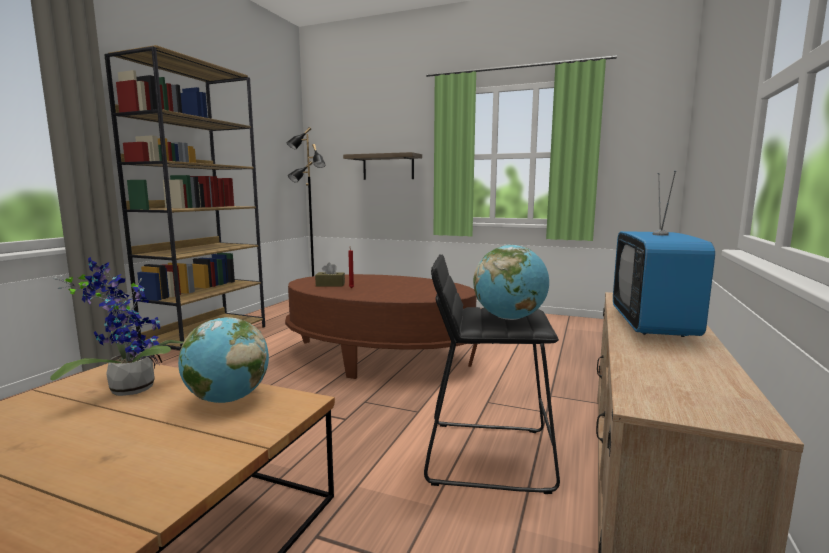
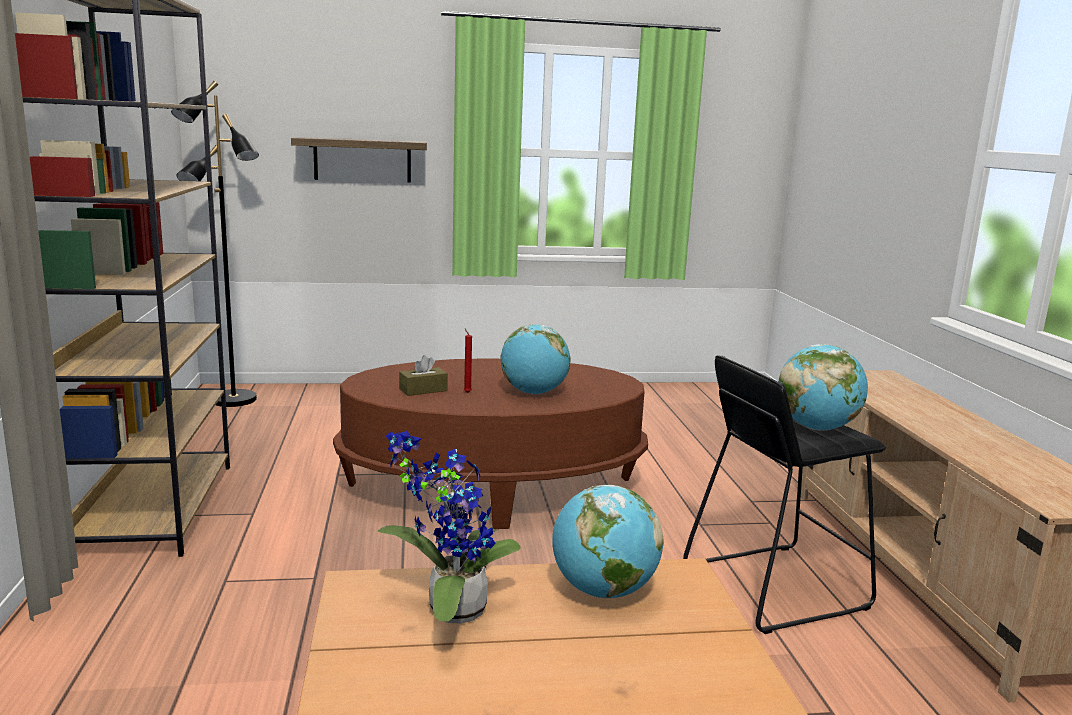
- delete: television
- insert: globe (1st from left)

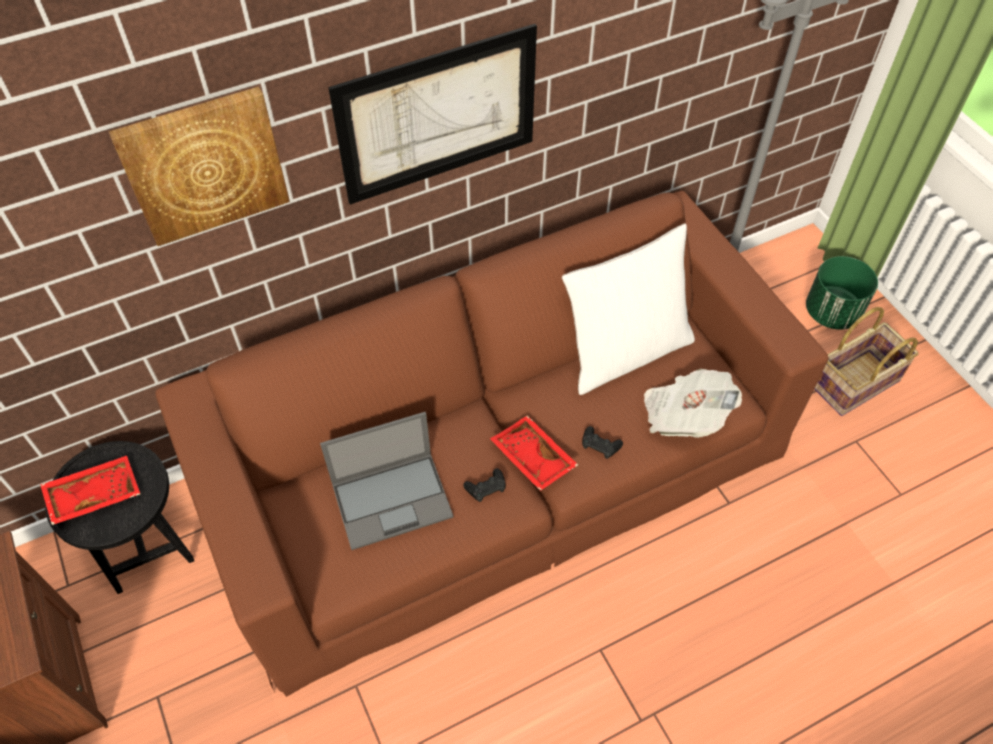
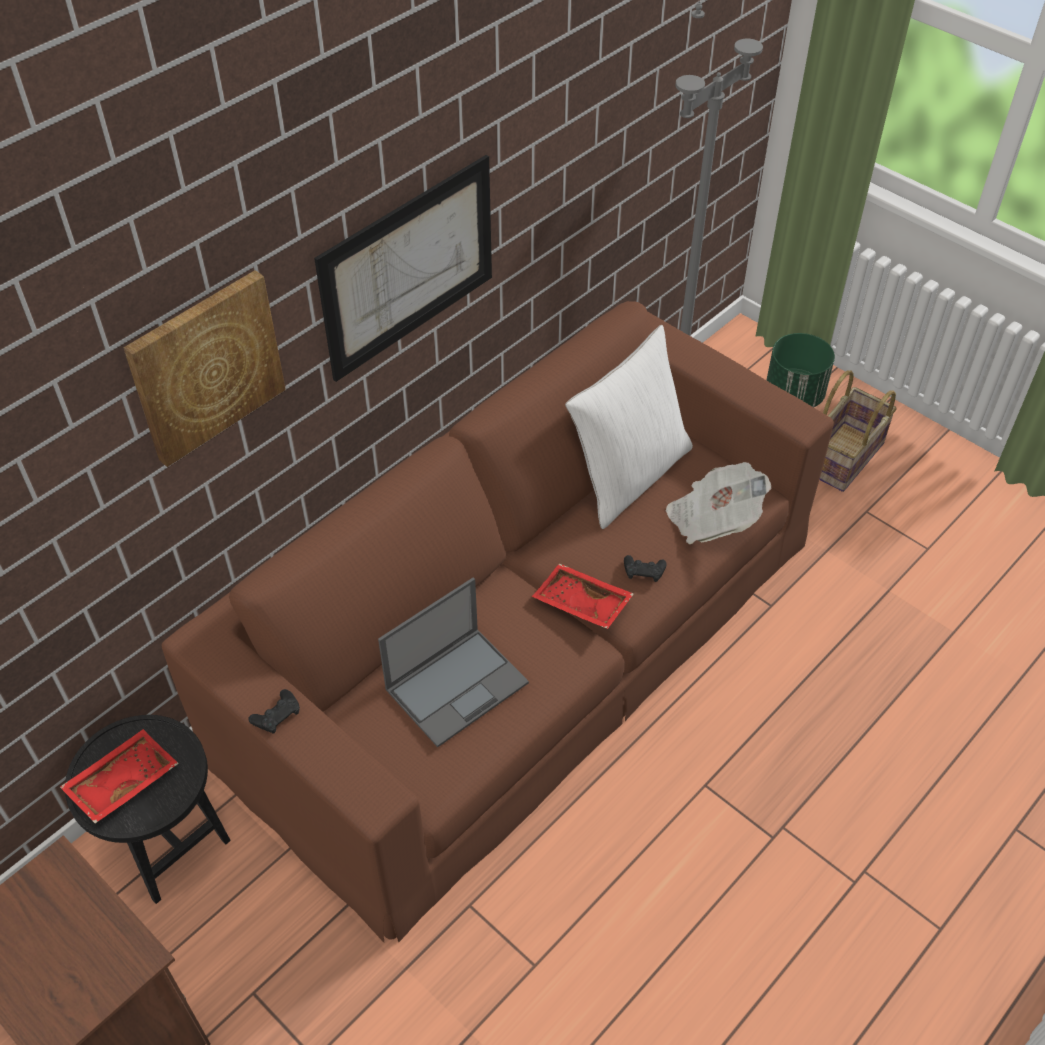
- move: black game controller (1st from left)

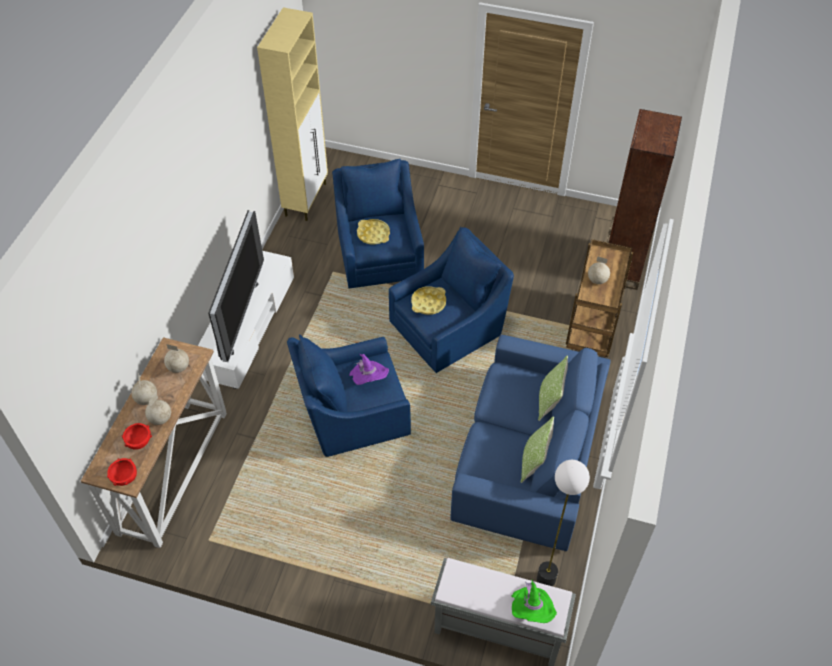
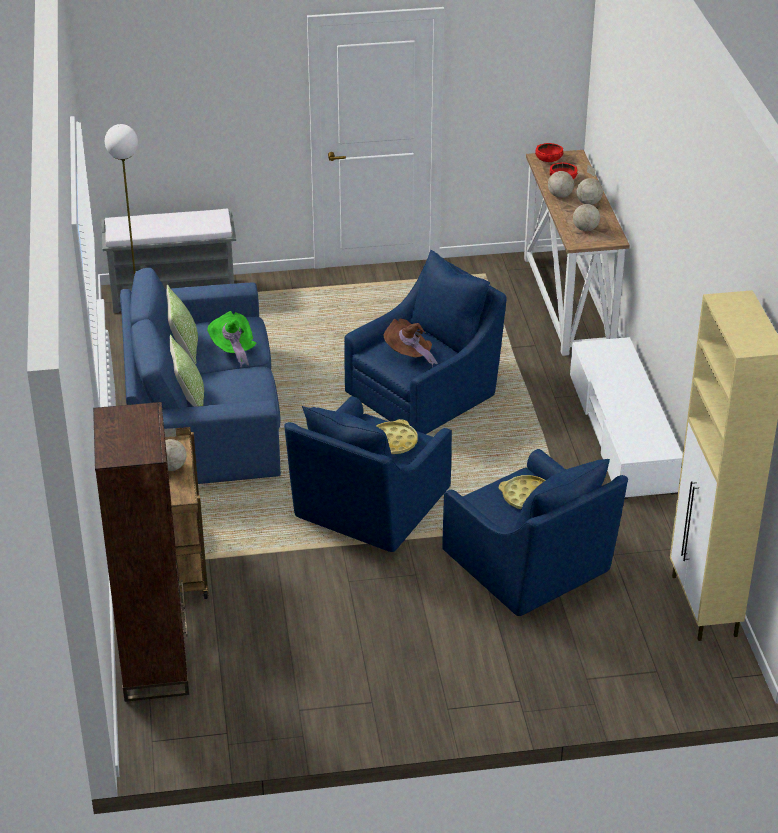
- delete: television
- recolor: purple hat to brown hat
- move: green hat

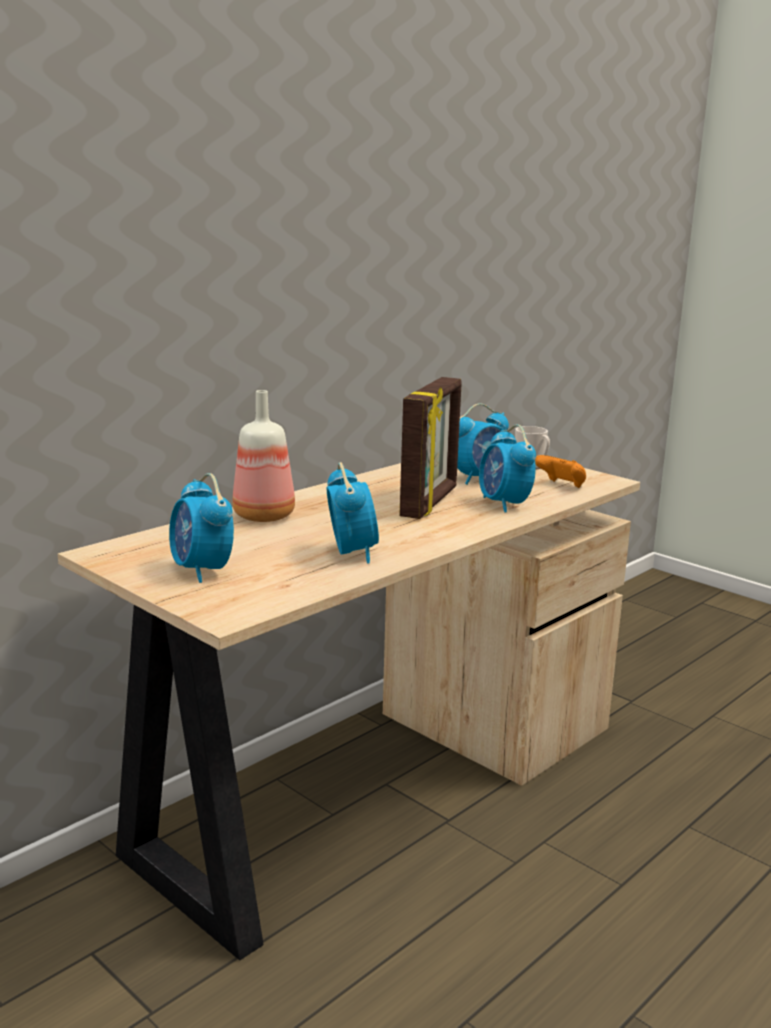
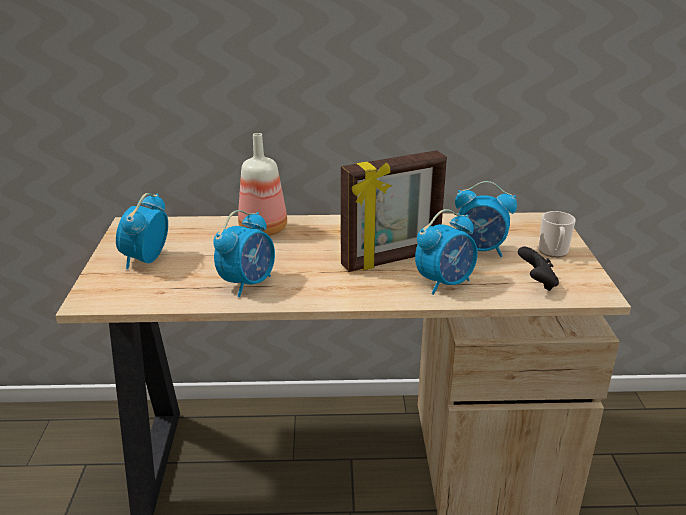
- rotate: alarm clock (4th from left in the first image) 150 degrees counterclockwise
- recolor: orange game controller to black game controller

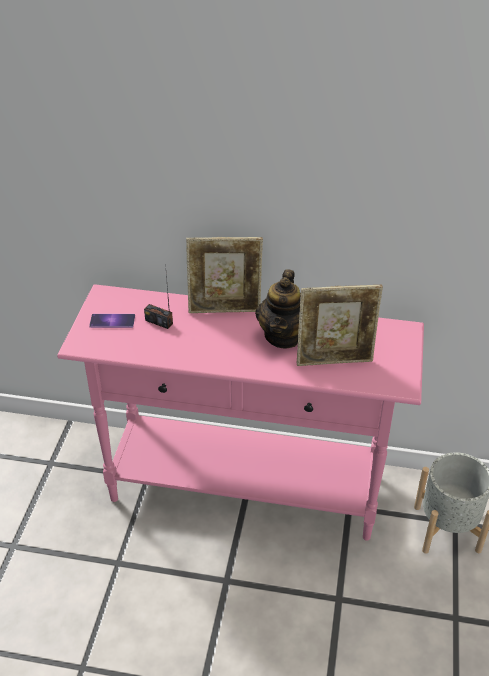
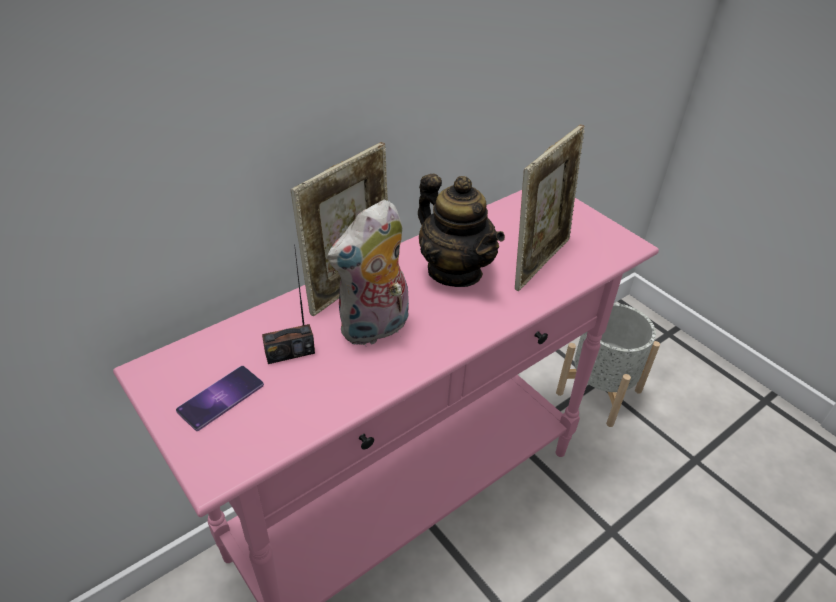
- insert: plush toy

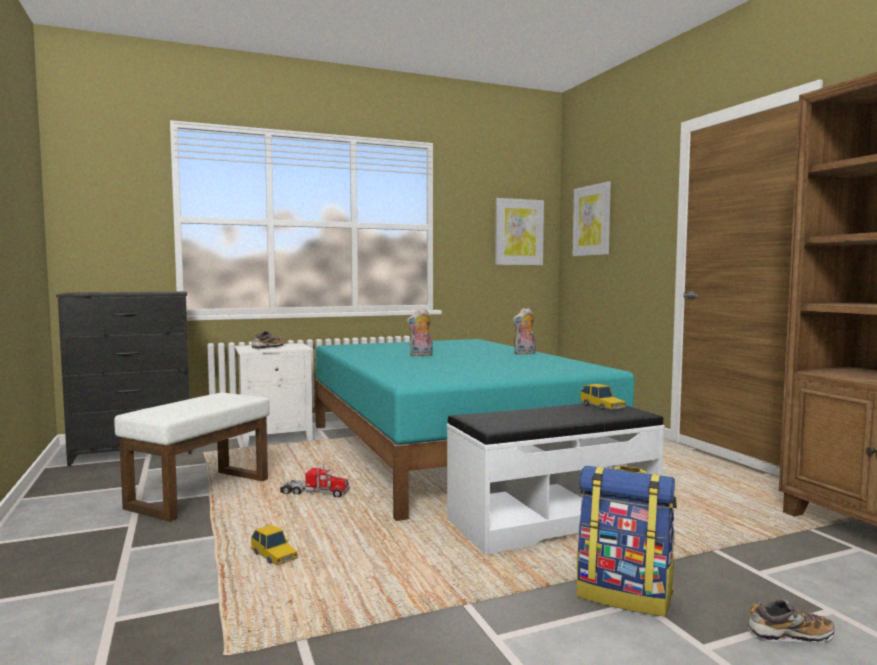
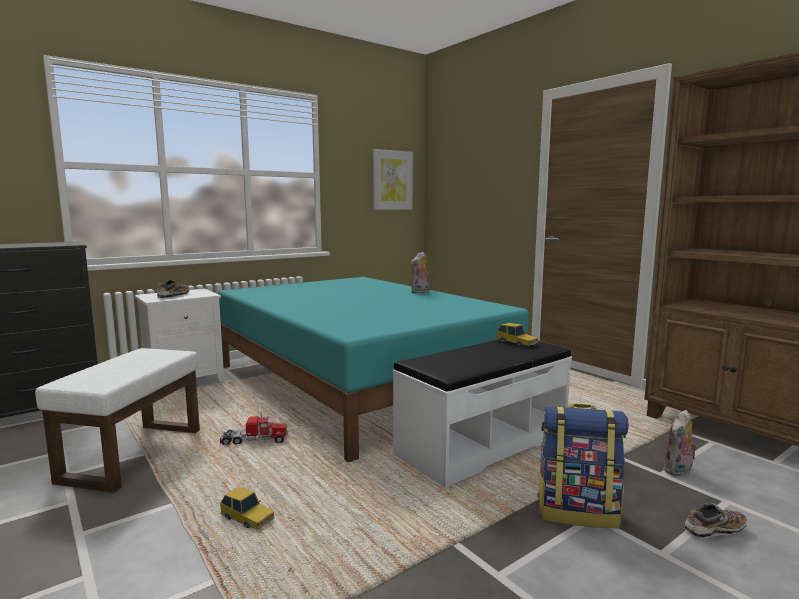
- delete: picture (2nd from left)
- move: plush toy (1st from left in the first image) to plush toy (2nd from left)

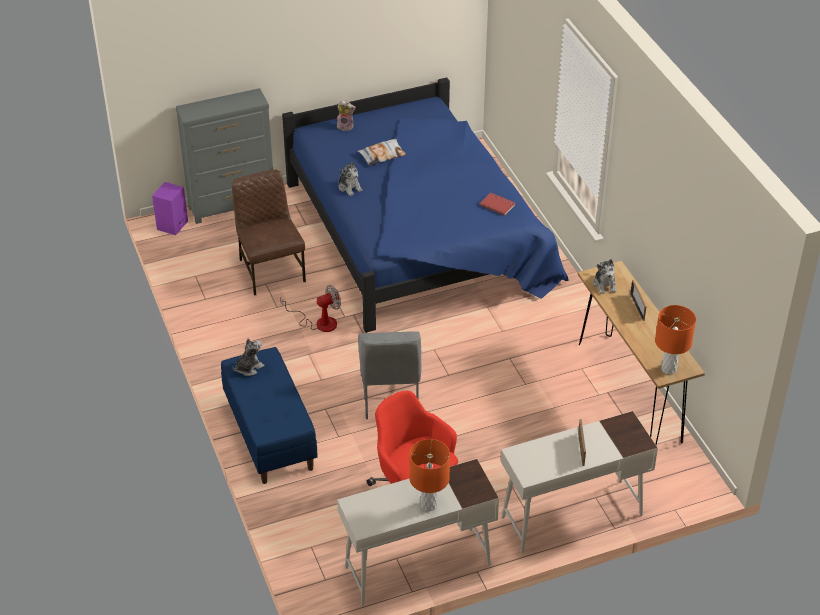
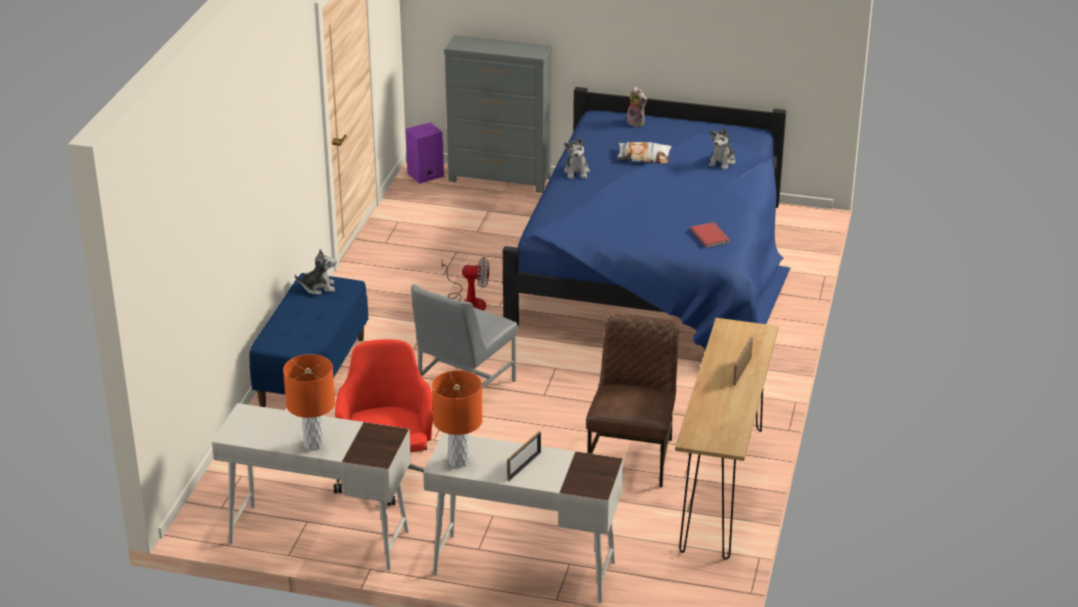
- move: brown chair
- move: plush toy (4th from left)
- move: orange table lamp (2nd from left)

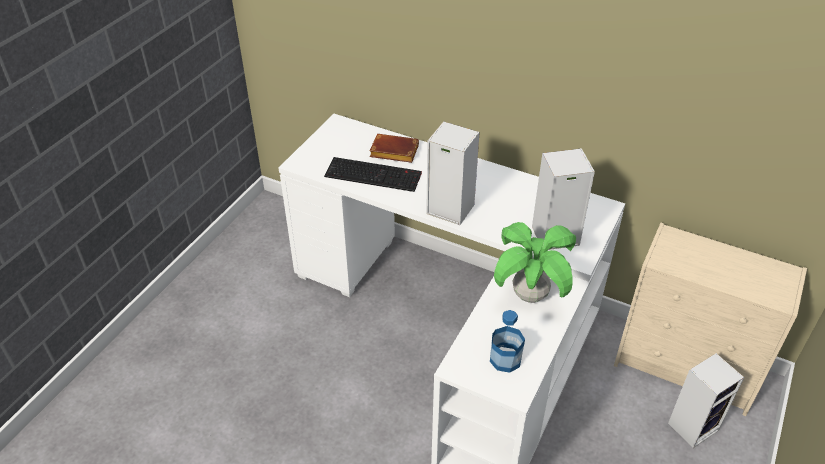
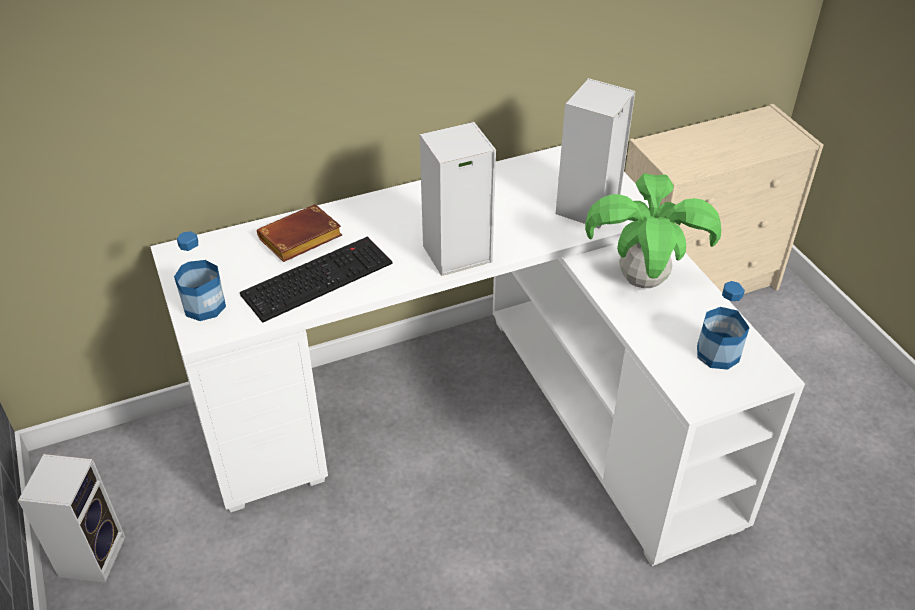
- move: speaker (3rd from left in the first image) to speaker (1st from left)
- insert: bottle (1st from left)

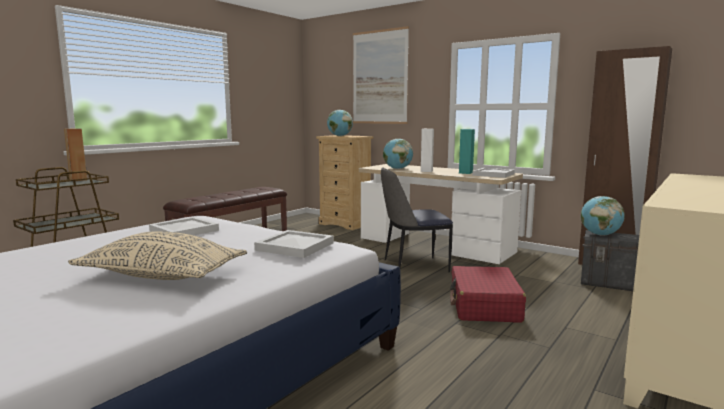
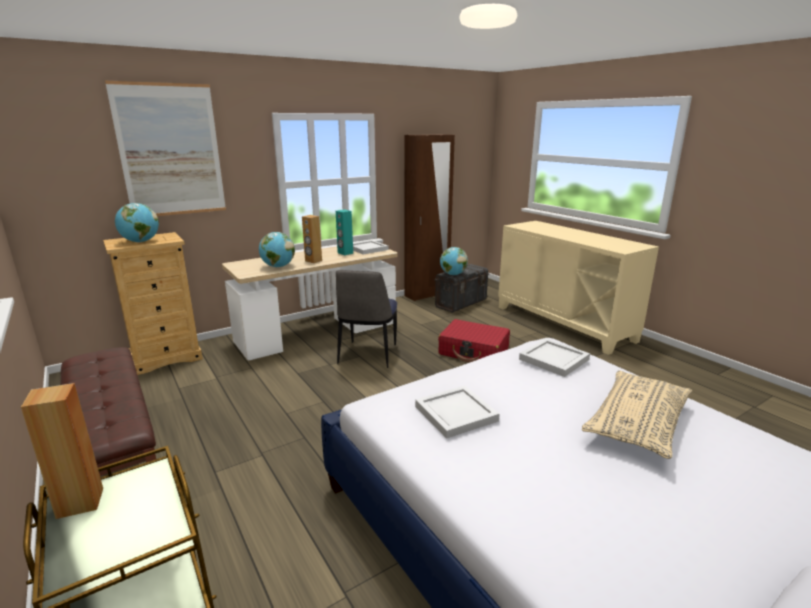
- recolor: white speaker to brown speaker (2nd from left)

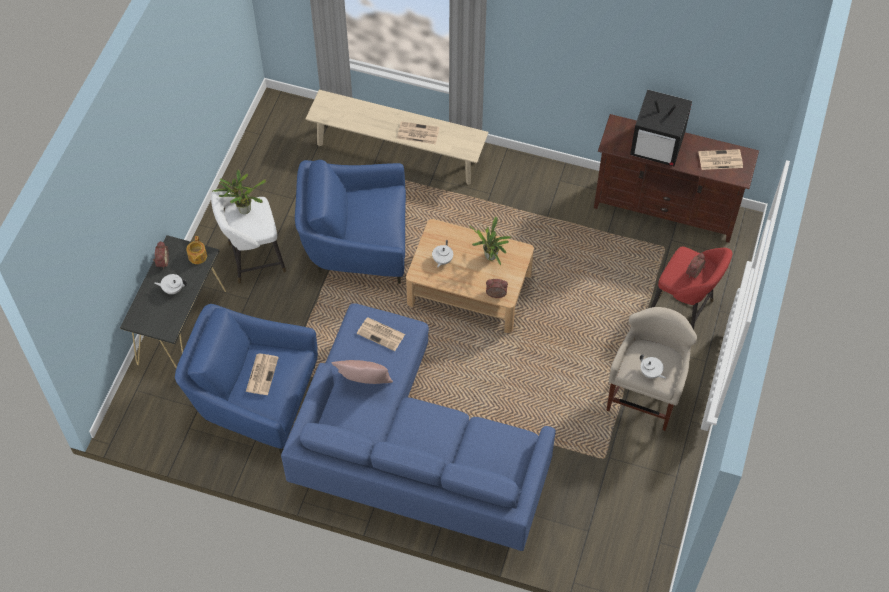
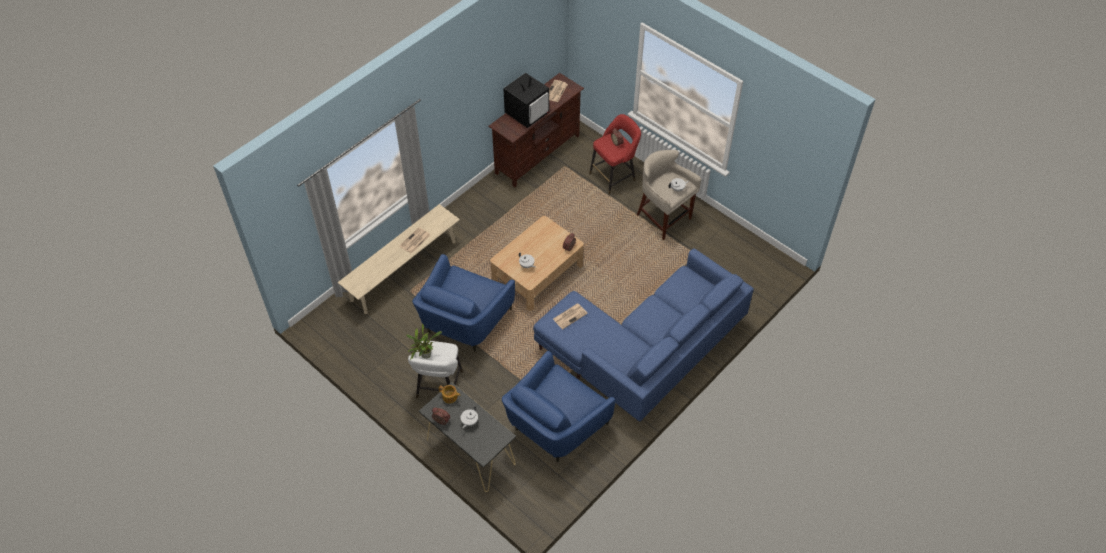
- delete: potted plant (2nd from left)
- delete: newspaper (1st from left)
- delete: pink pillow

